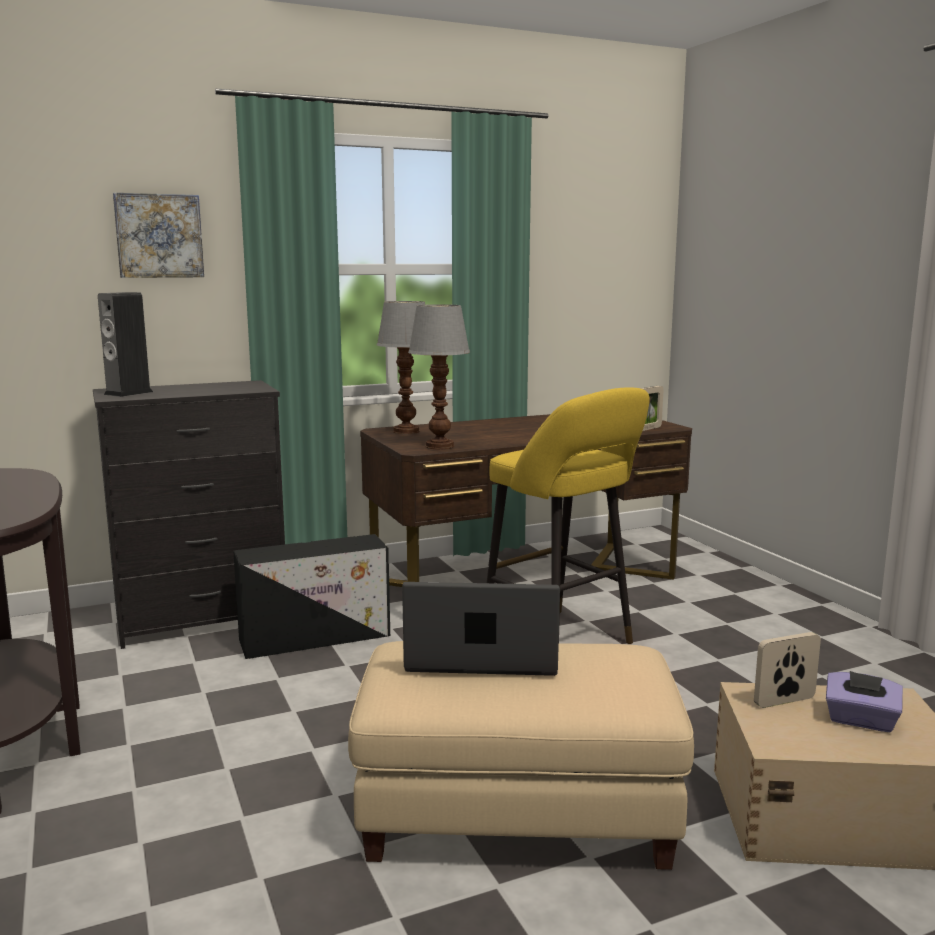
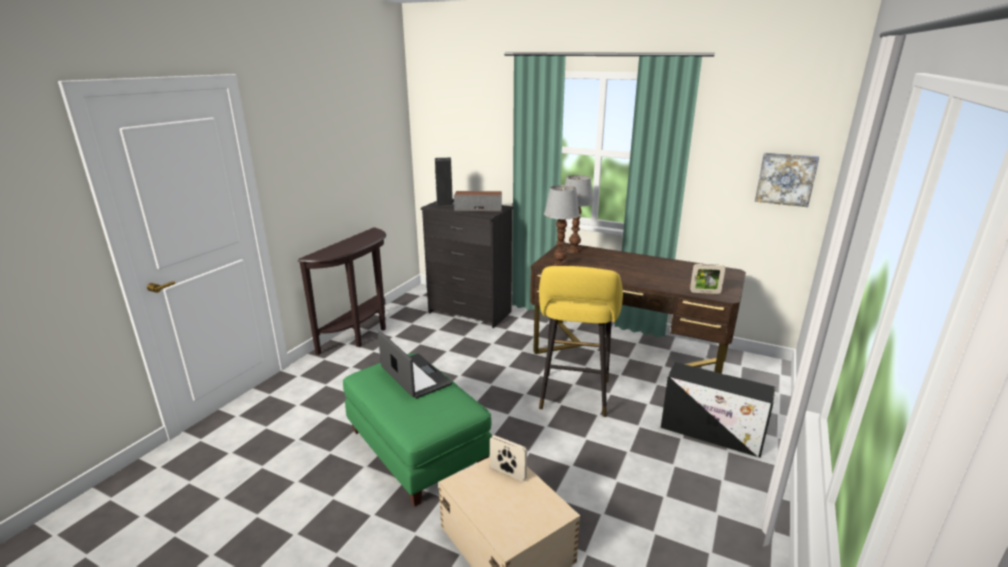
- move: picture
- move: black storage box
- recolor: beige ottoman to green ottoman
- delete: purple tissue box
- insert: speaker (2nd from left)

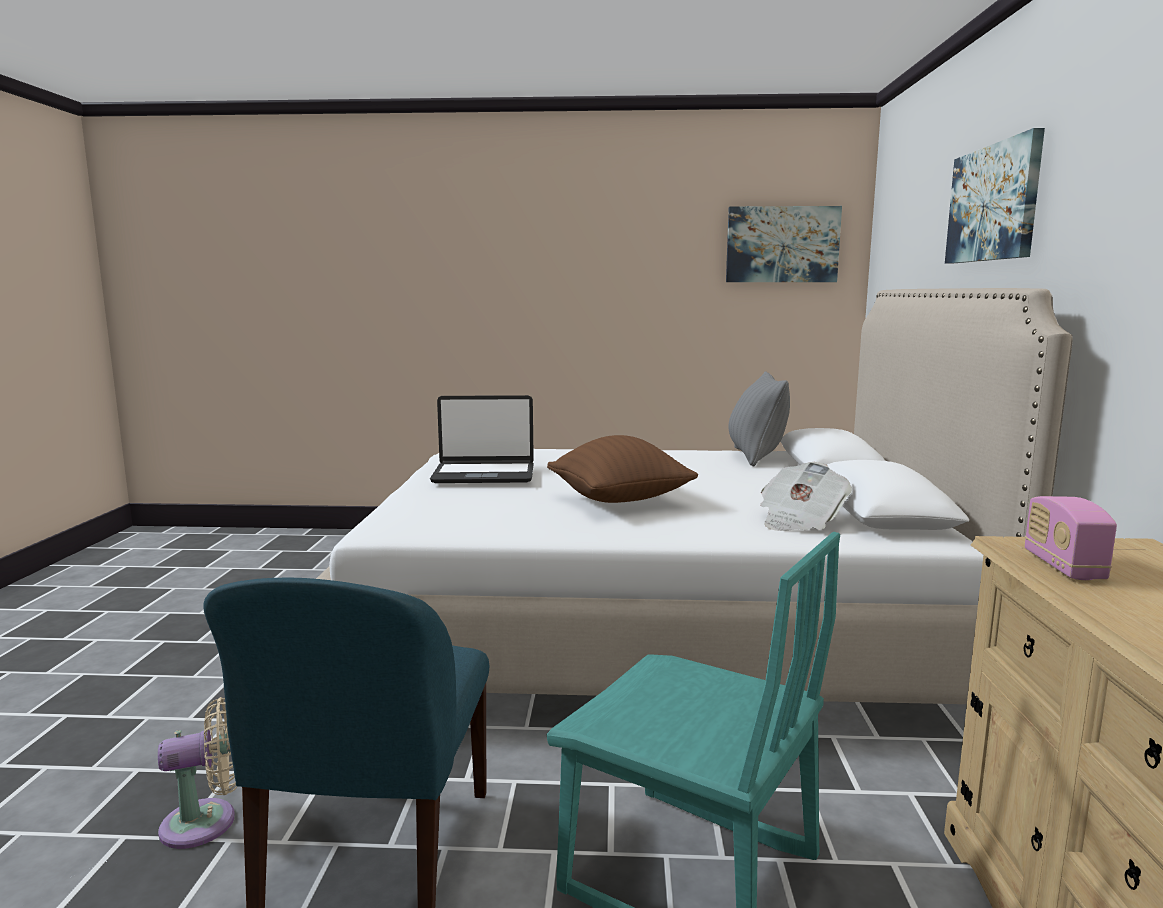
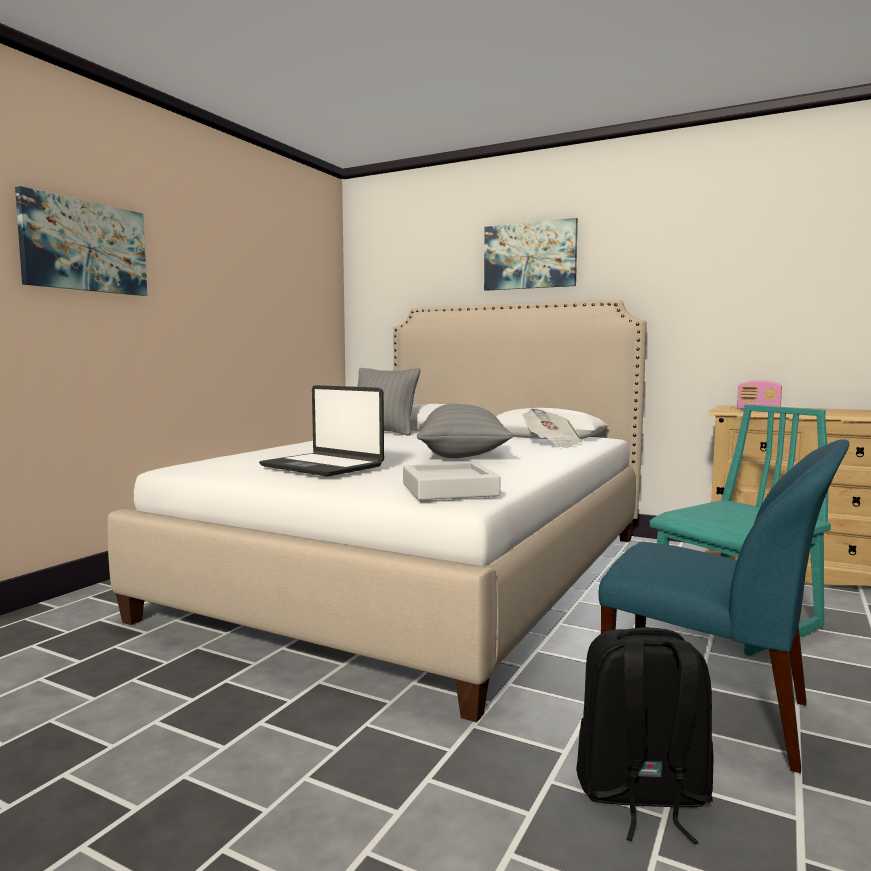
- move: picture (1st from left)
- rotate: laptop 105 degrees clockwise
- recolor: brown pillow to grey pillow (2nd from left)
- replace: beige fan to black backpack
- insert: grey tray

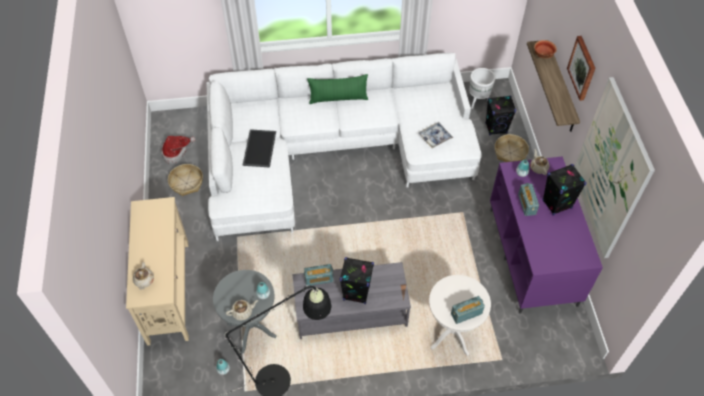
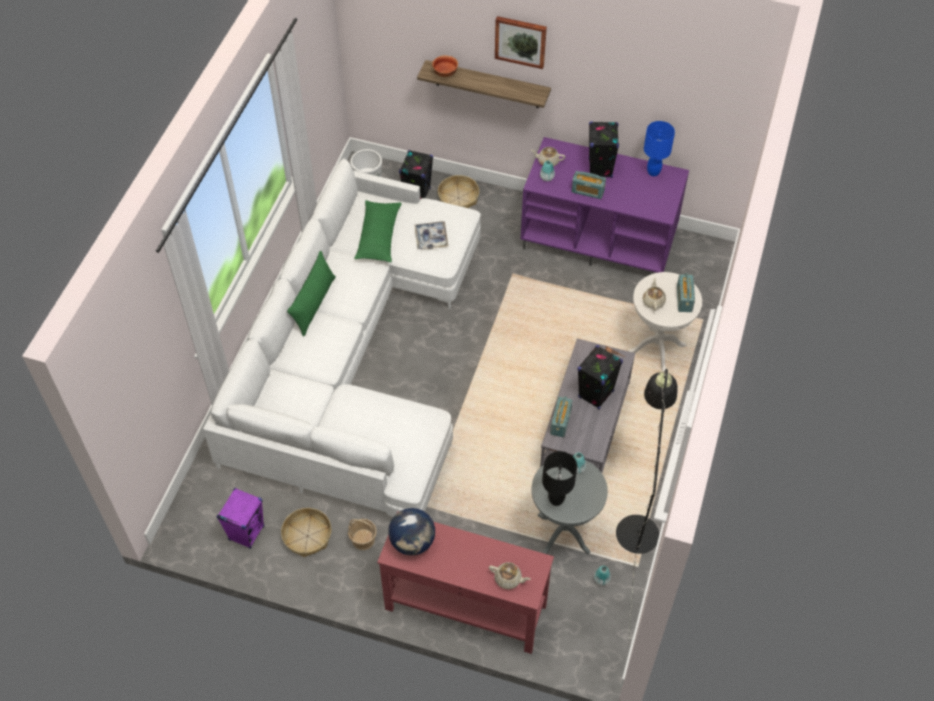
- delete: picture (2nd from left)
- delete: tray (1st from left)
- replace: hat to purple speaker
- recolor: beige console table to red console table
- move: beige teapot (2nd from left in the first image) to beige teapot (3rd from left)
- insert: blue table lamp
- insert: green pillow (2nd from left)
- insert: black table lamp
- insert: globe
- insert: basket (2nd from left)

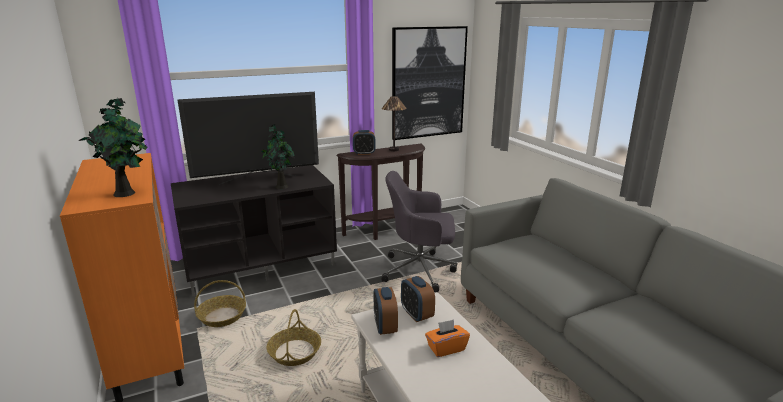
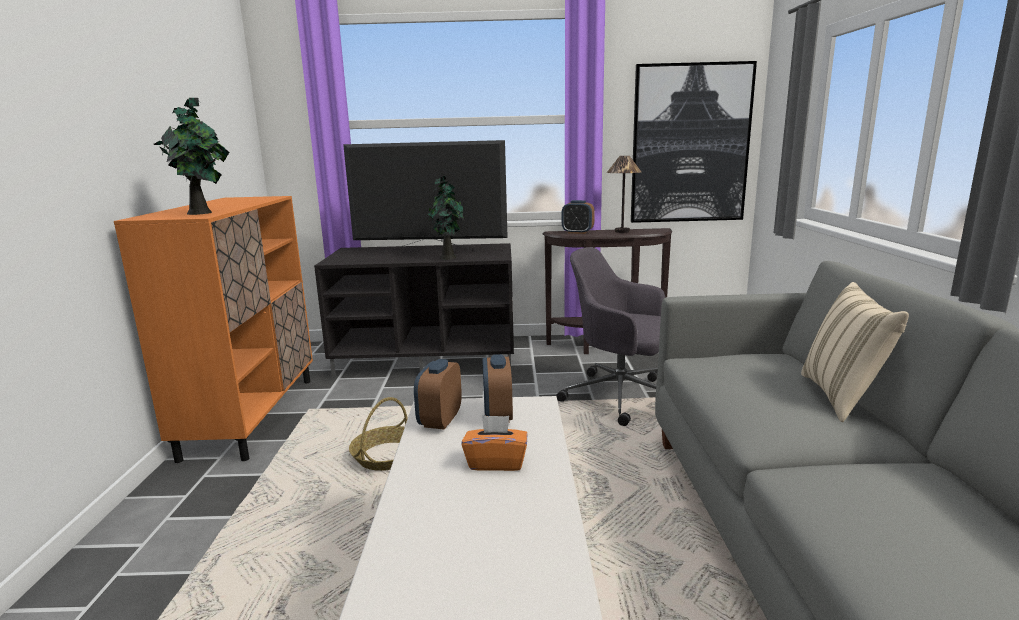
- delete: basket (1st from left)
- insert: beige pillow

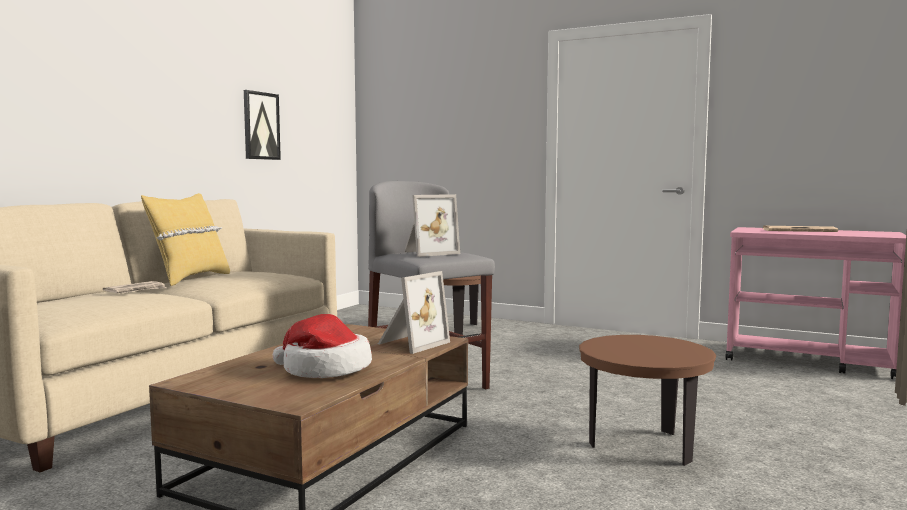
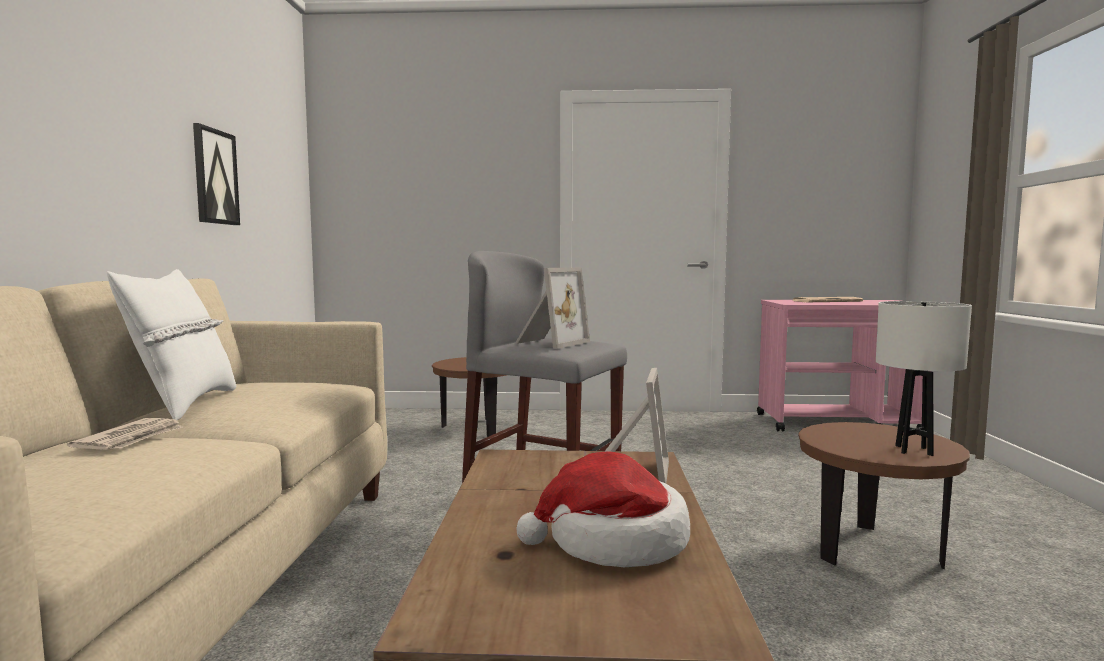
- recolor: yellow pillow to white pillow
- insert: white table lamp

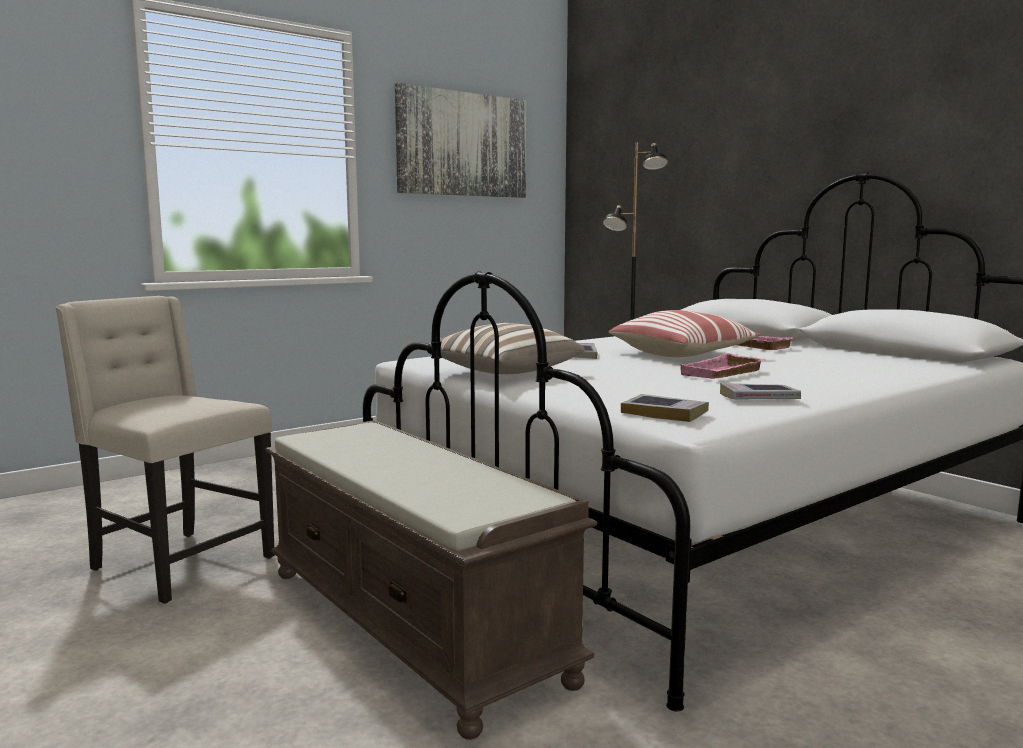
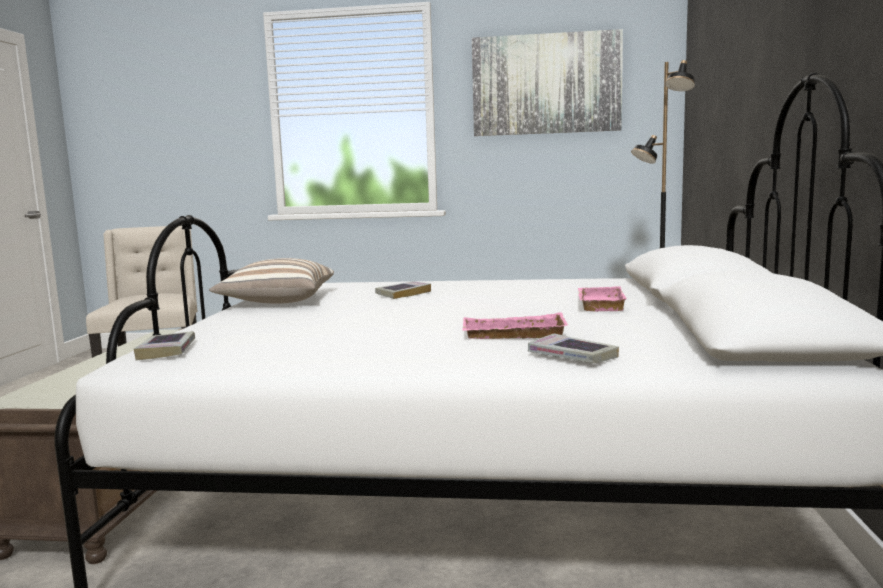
- delete: pillow (2nd from left)
- move: pink tray (1st from left)
- move: book (3rd from left)

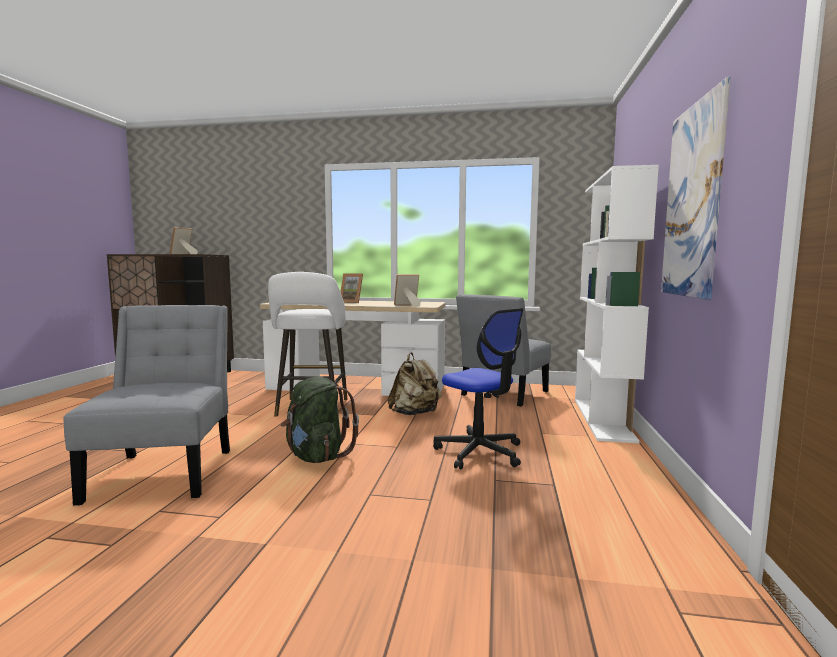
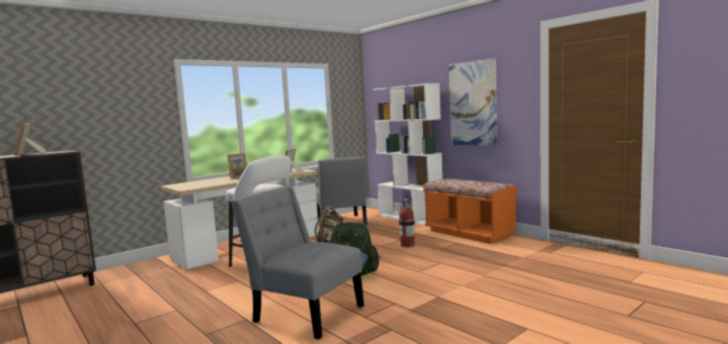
- replace: office chair to fire extinguisher
- insert: orange bench

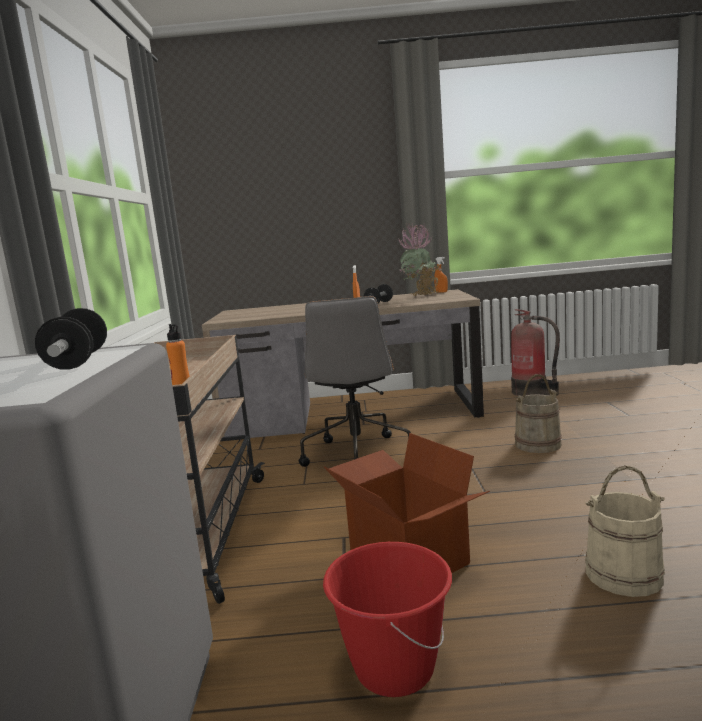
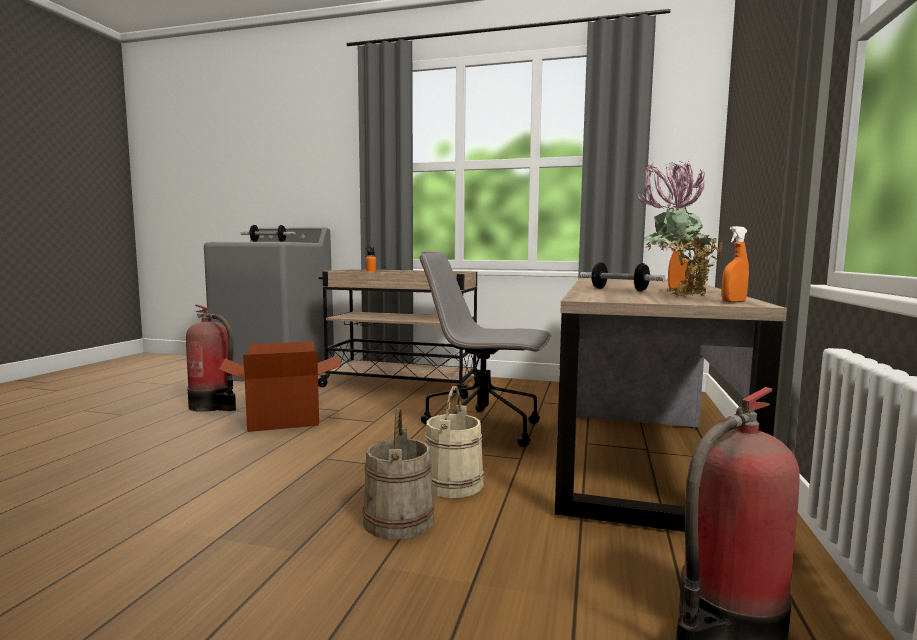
- move: beige bucket (2nd from left)
- replace: red bucket to fire extinguisher (1st from left)

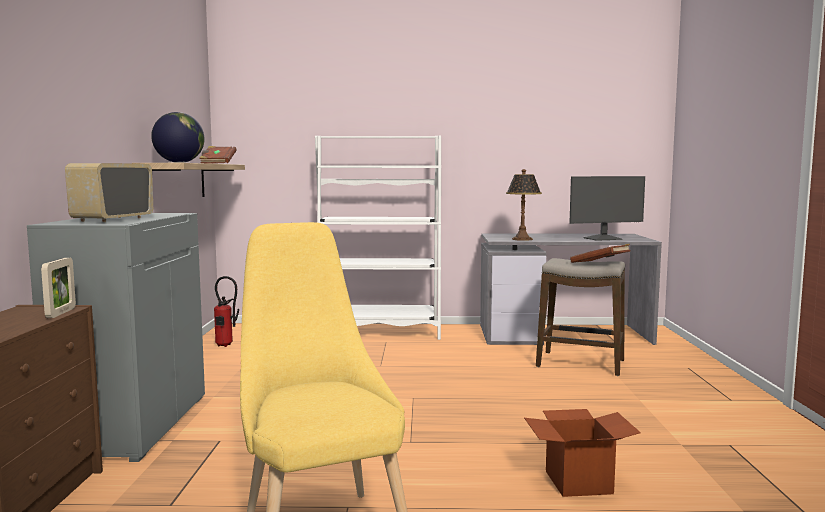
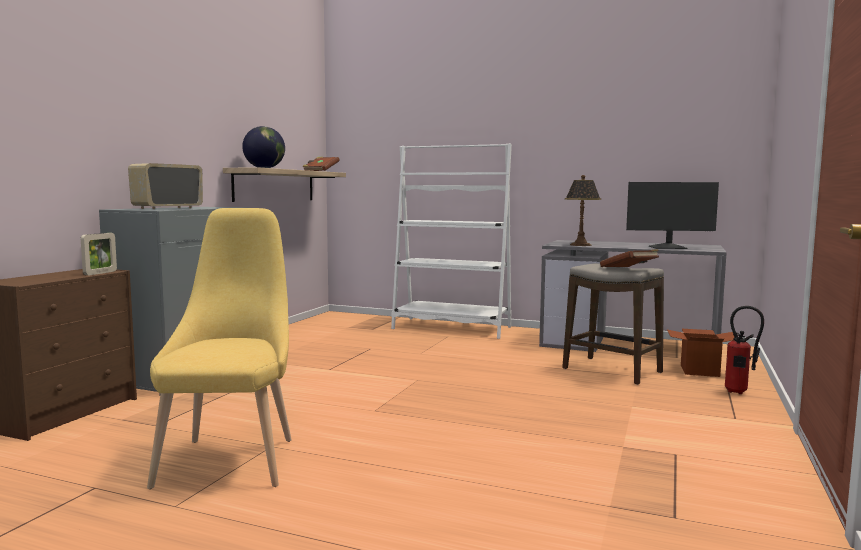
- move: fire extinguisher
- move: cardboard box

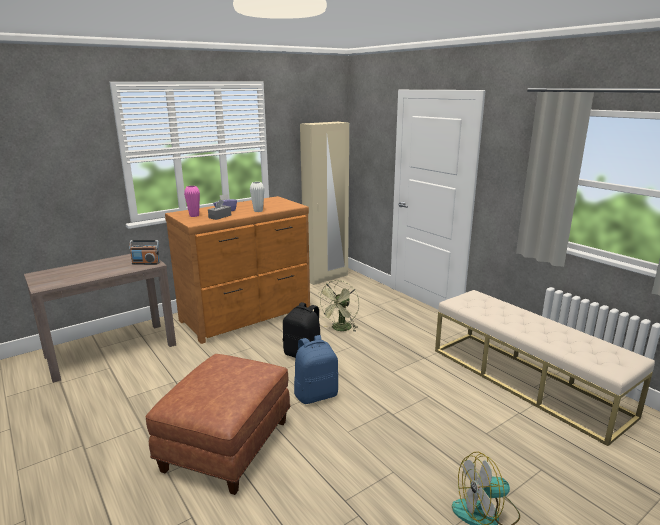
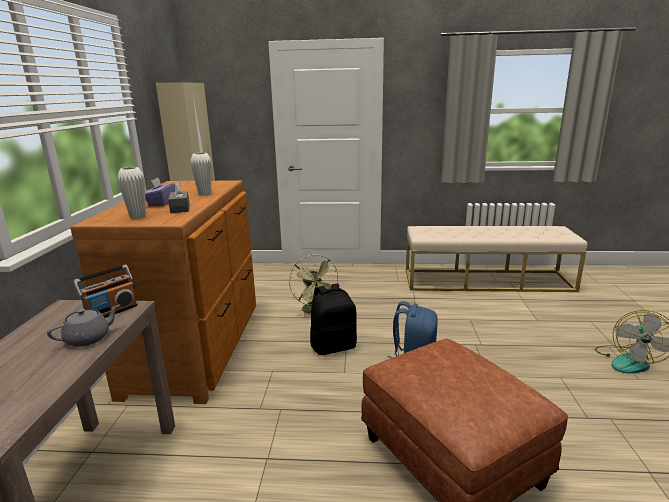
- recolor: pink vase to white vase (1st from left)
- insert: grey teapot

